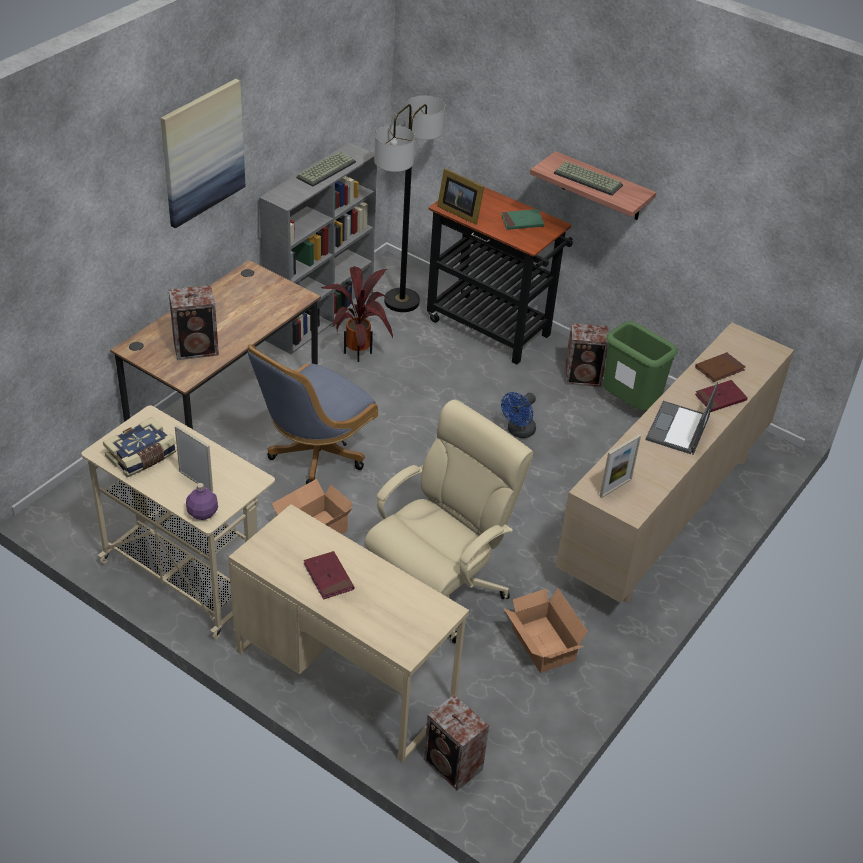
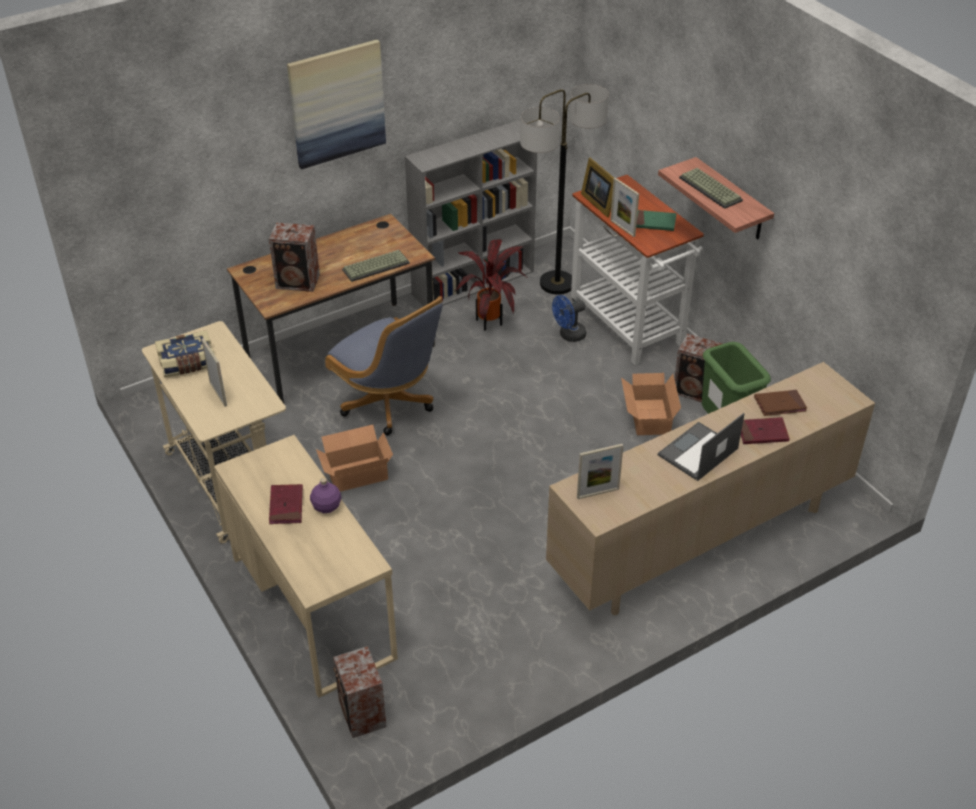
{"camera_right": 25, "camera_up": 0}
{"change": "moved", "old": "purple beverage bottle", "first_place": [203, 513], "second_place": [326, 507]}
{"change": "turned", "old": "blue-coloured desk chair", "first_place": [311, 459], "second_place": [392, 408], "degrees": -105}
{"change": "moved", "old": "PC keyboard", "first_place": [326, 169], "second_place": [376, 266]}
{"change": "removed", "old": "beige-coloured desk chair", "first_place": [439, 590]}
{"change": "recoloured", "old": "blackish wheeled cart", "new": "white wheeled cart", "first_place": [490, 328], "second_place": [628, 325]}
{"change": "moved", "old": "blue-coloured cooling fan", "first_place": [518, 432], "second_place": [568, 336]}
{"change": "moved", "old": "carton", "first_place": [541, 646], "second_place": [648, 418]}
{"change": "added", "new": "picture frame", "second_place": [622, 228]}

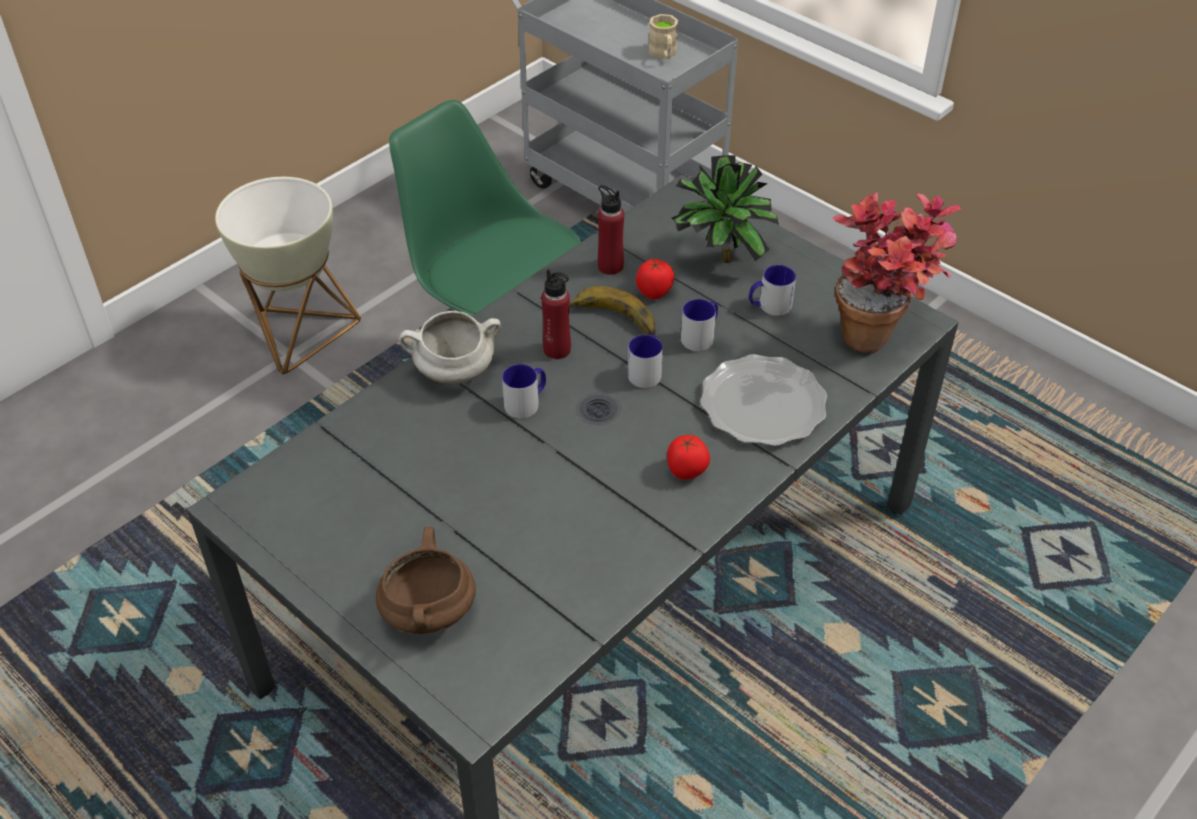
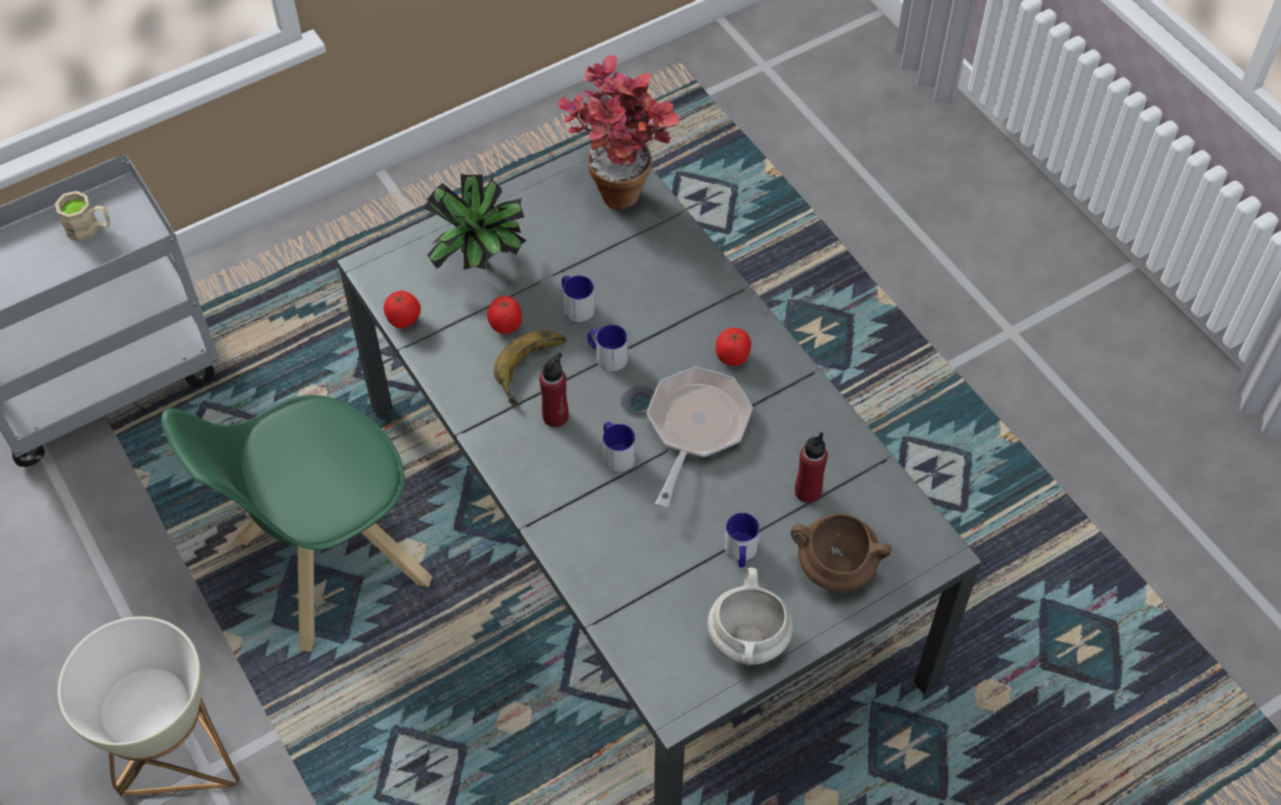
{"camera_right": -75, "camera_up": 10}
{"change": "moved", "old": "white cooking pot", "first_place": [453, 372], "second_place": [749, 640]}
{"change": "moved", "old": "reddish beverage bottle", "first_place": [610, 266], "second_place": [807, 491]}
{"change": "removed", "old": "dinner plate", "first_place": [762, 405]}
{"change": "moved", "old": "coffee mug", "first_place": [769, 306], "second_place": [740, 553]}
{"change": "added", "new": "tomato", "second_place": [404, 320]}
{"change": "added", "new": "pan", "second_place": [695, 428]}

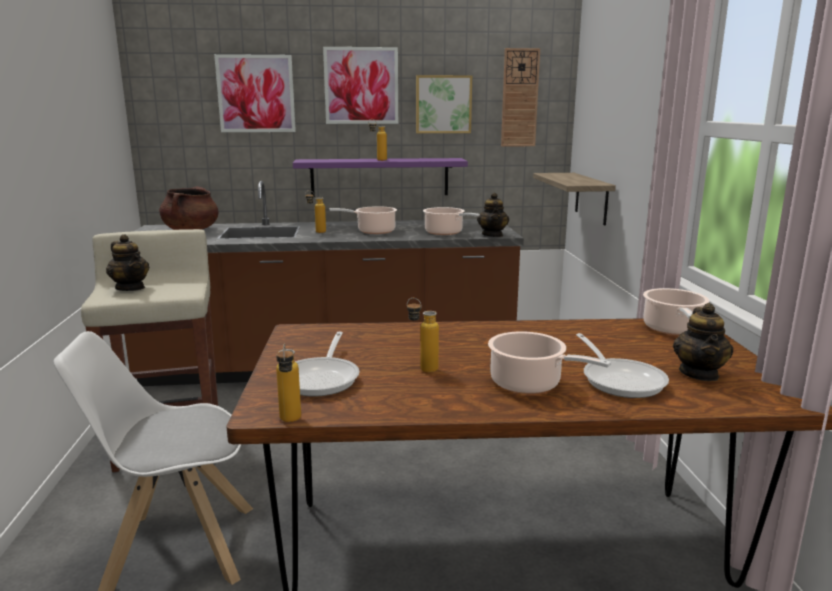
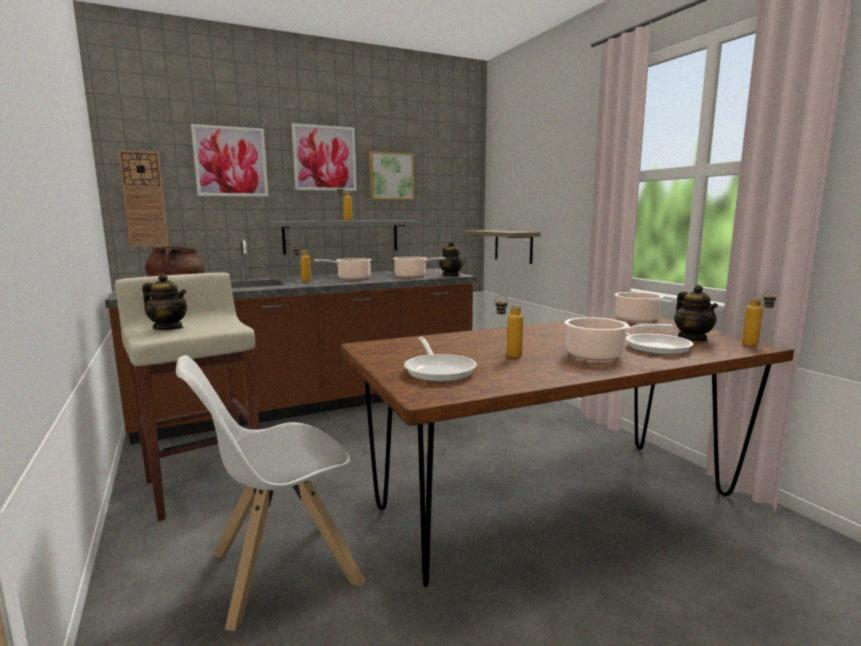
{"camera_right": -20, "camera_up": -5}
{"change": "moved", "old": "beverage bottle", "first_place": [290, 422], "second_place": [756, 346]}
{"change": "recoloured", "old": "purple wall shelf", "new": "grey wall shelf", "first_place": [380, 177], "second_place": [342, 236]}
{"change": "moved", "old": "hanging clock", "first_place": [519, 98], "second_place": [144, 199]}

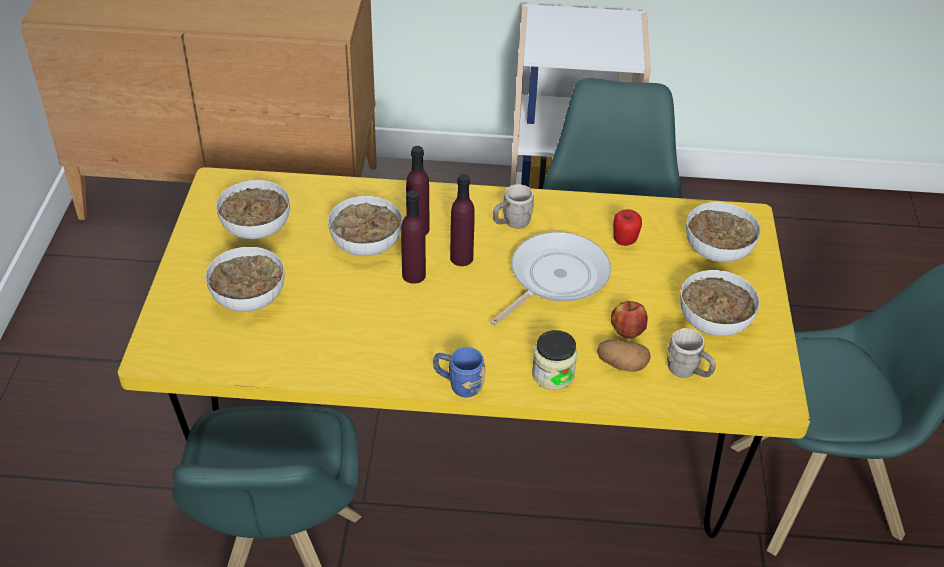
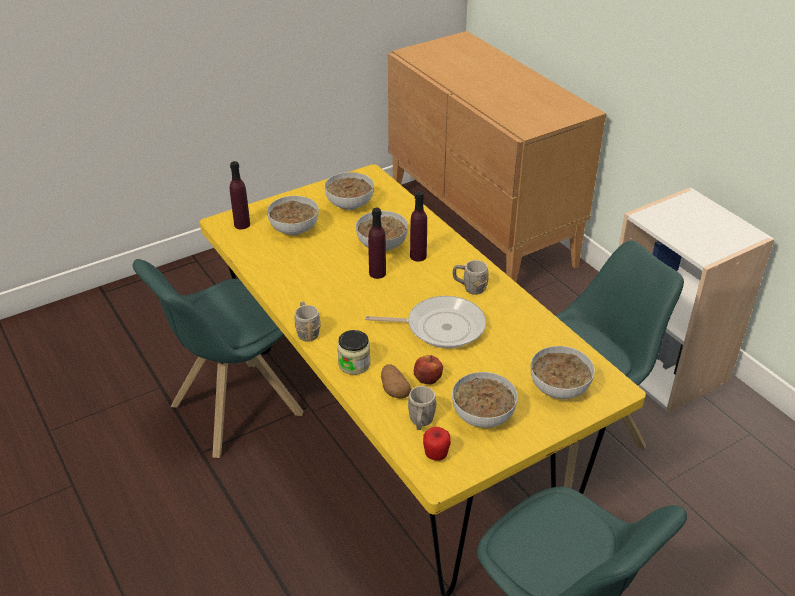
{"camera_right": 55, "camera_up": -5}
{"change": "recoloured", "old": "blue-coloured coffee mug", "new": "grey coffee mug", "first_place": [458, 384], "second_place": [307, 331]}
{"change": "moved", "old": "purple beverage bottle", "first_place": [461, 258], "second_place": [242, 224]}
{"change": "moved", "old": "apple", "first_place": [624, 241], "second_place": [436, 455]}

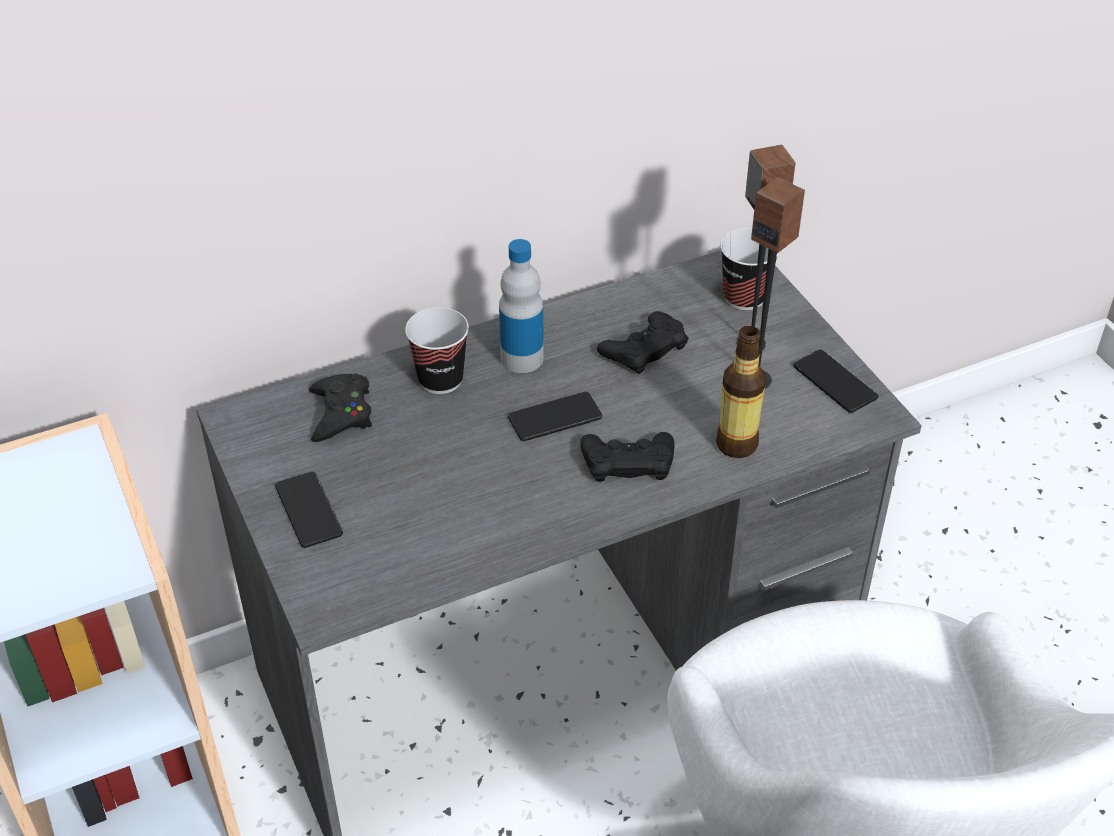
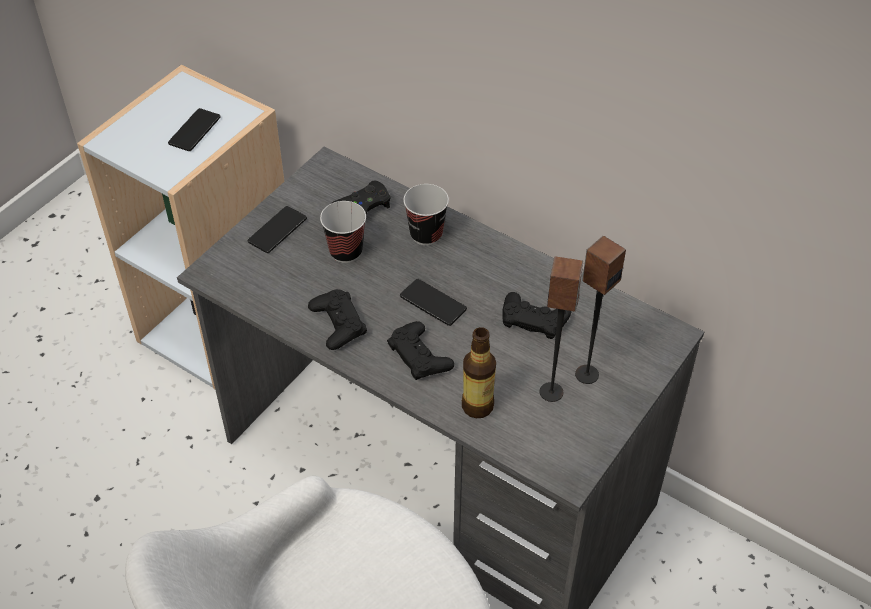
{"camera_right": 60, "camera_up": 5}
{"change": "removed", "old": "beverage bottle", "first_place": [522, 358]}
{"change": "moved", "old": "drinking cup", "first_place": [744, 297], "second_place": [346, 252]}
{"change": "moved", "old": "phone", "first_place": [835, 382], "second_place": [194, 130]}
{"change": "added", "new": "blackish game controller", "second_place": [338, 323]}

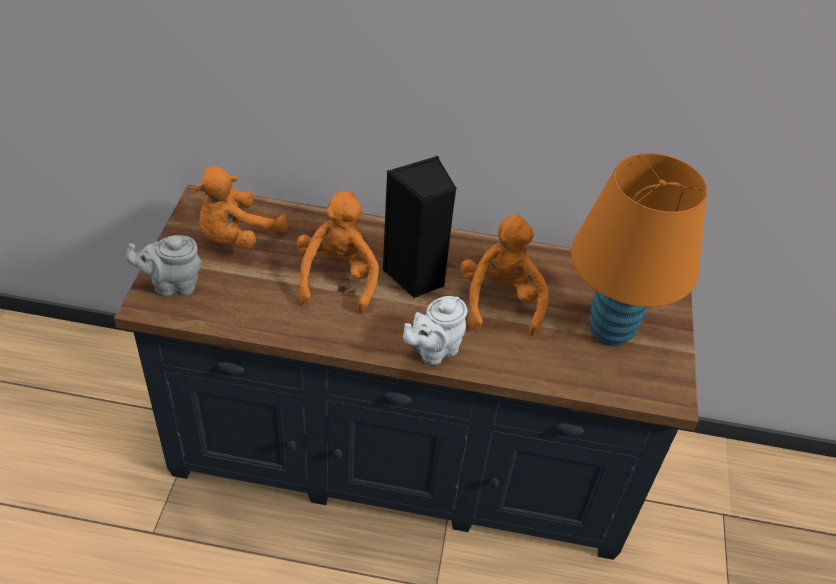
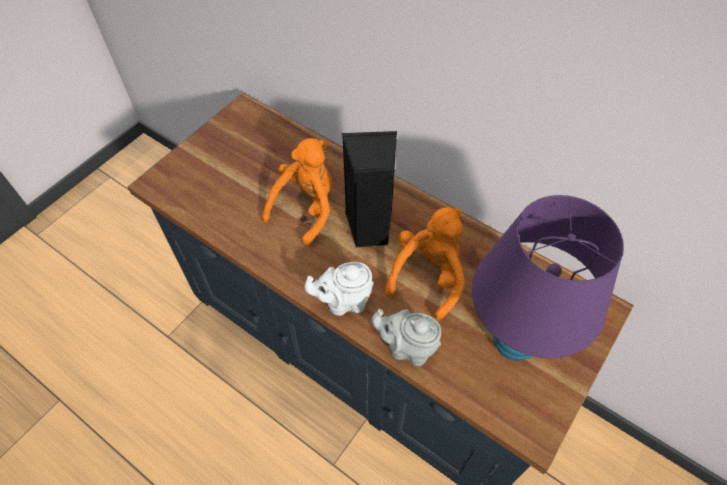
{"camera_right": 30, "camera_up": 10}
{"change": "moved", "old": "grey teapot", "first_place": [172, 285], "second_place": [407, 348]}
{"change": "removed", "old": "orangey plush toy", "first_place": [237, 237]}
{"change": "recoloured", "old": "orangey table lamp", "new": "purple table lamp", "first_place": [611, 330], "second_place": [514, 342]}

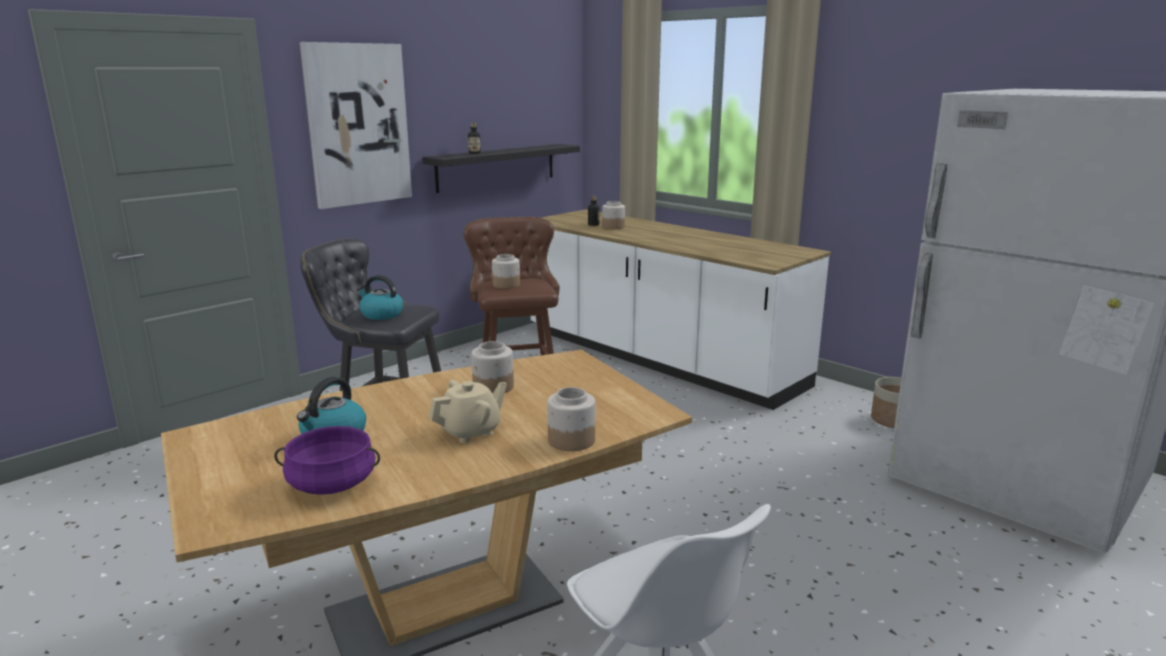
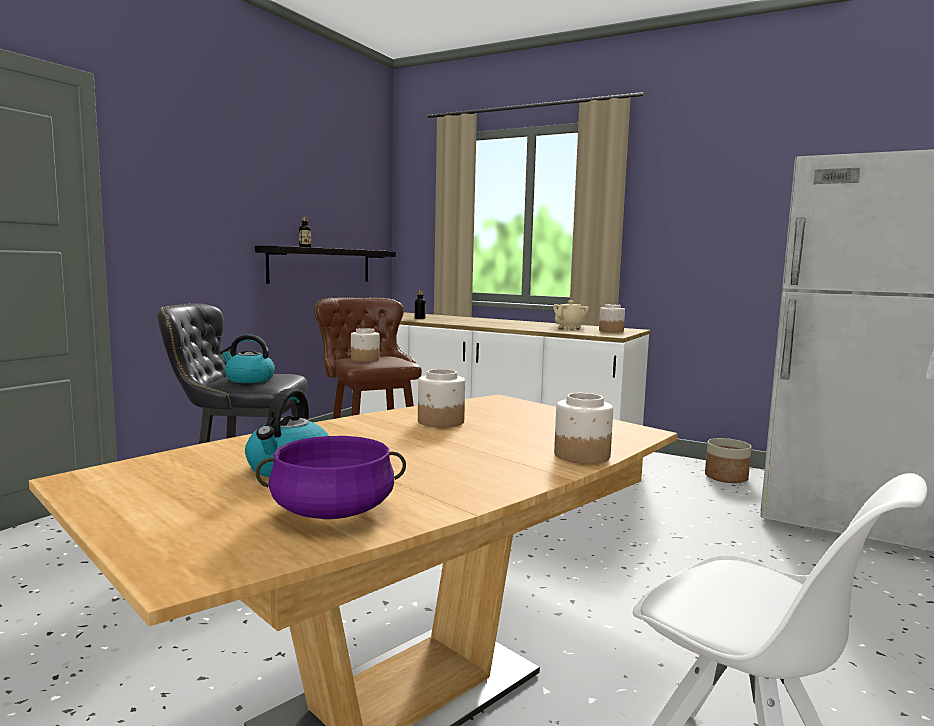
{"camera_right": -15, "camera_up": -10}
{"change": "removed", "old": "wall art", "first_place": [358, 125]}
{"change": "moved", "old": "beige-coloured teapot", "first_place": [471, 432], "second_place": [569, 327]}
{"change": "moved", "old": "storage jar", "first_place": [613, 227], "second_place": [610, 331]}

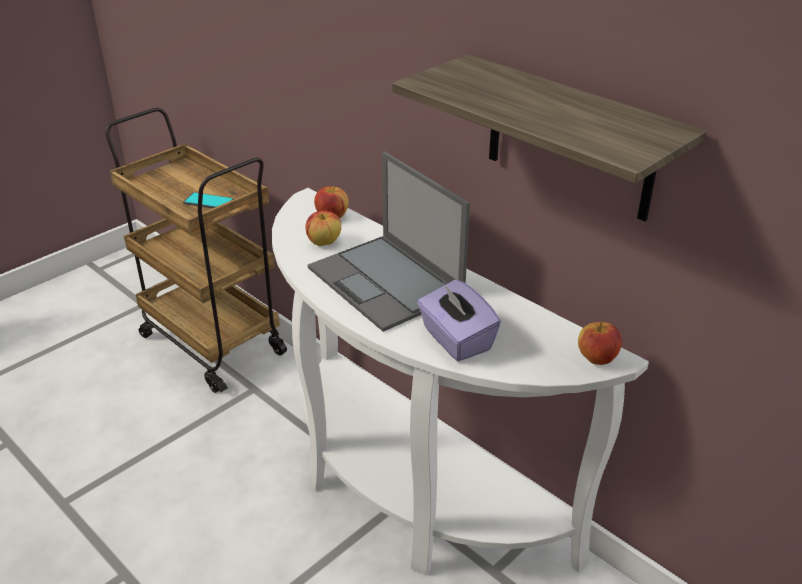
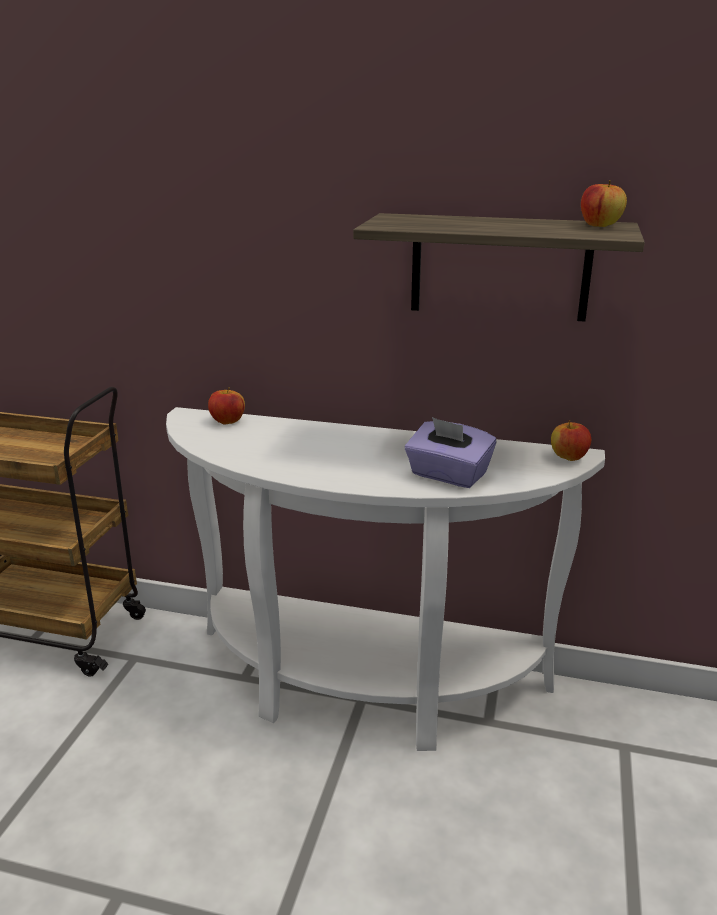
{"camera_right": -30, "camera_up": -10}
{"change": "removed", "old": "phone", "first_place": [208, 202]}
{"change": "moved", "old": "apple", "first_place": [324, 242], "second_place": [600, 226]}
{"change": "removed", "old": "portable computer", "first_place": [386, 282]}

